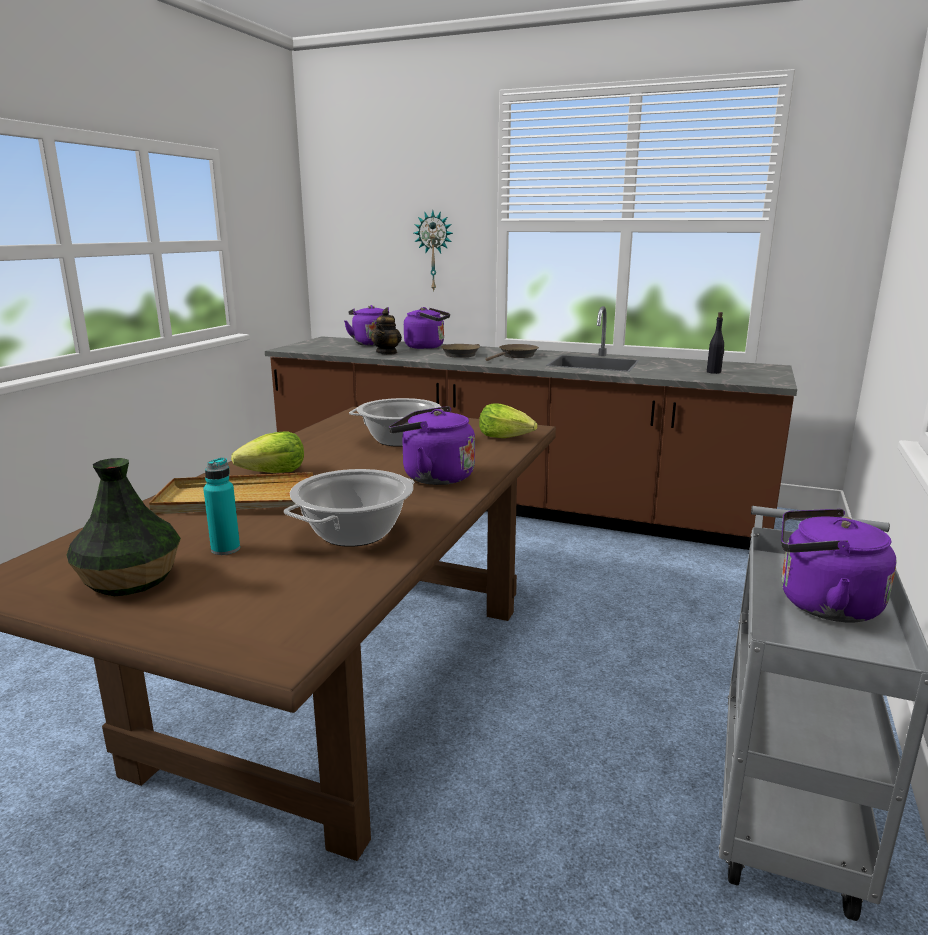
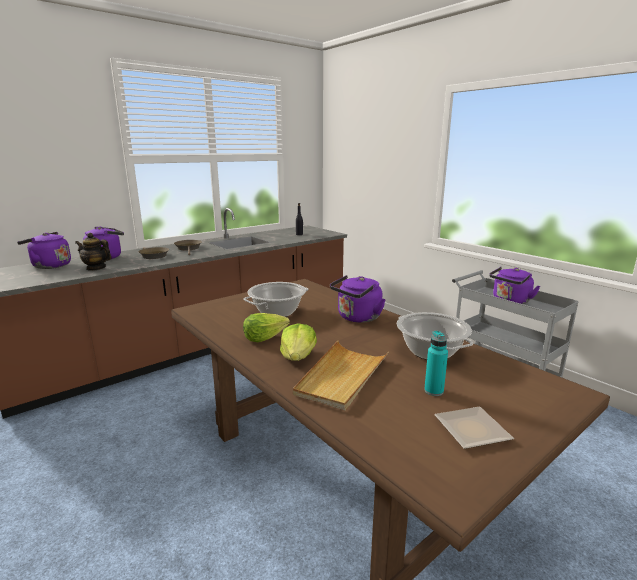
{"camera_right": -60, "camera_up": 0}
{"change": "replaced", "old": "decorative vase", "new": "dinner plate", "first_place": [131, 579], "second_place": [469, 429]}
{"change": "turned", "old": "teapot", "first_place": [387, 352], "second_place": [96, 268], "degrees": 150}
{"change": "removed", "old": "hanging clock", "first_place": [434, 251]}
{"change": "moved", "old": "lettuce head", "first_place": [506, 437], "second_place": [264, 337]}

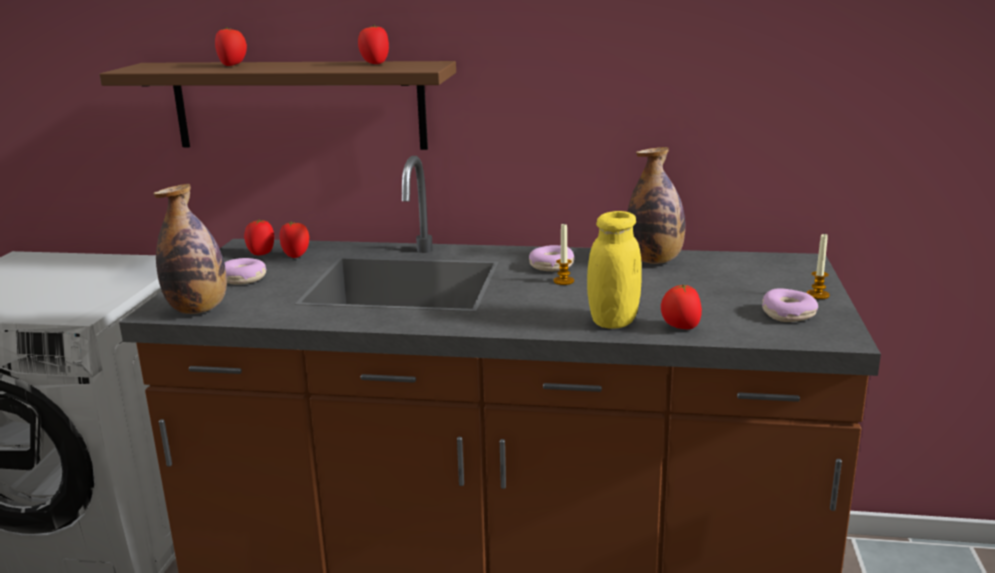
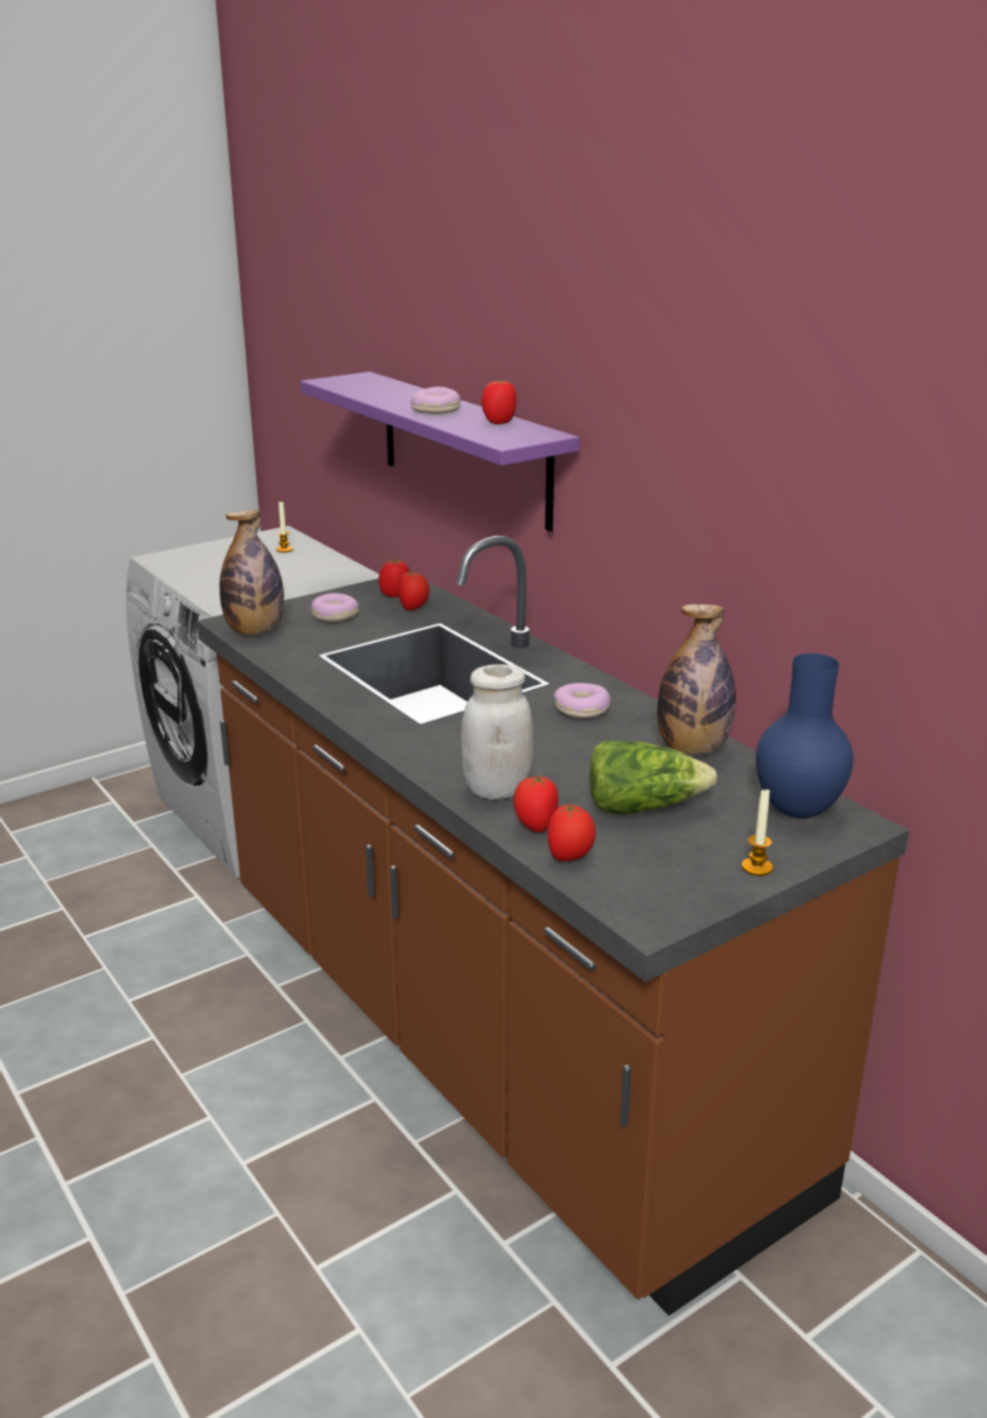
{"camera_right": 45, "camera_up": 5}
{"change": "recoloured", "old": "brownish wall shelf", "new": "purple wall shelf", "first_place": [298, 105], "second_place": [464, 448]}
{"change": "moved", "old": "tomato", "first_place": [233, 65], "second_place": [570, 857]}
{"change": "moved", "old": "wax light", "first_place": [563, 281], "second_place": [284, 549]}
{"change": "recoloured", "old": "yellow-coloured storage jar", "new": "white storage jar", "first_place": [613, 321], "second_place": [497, 789]}
{"change": "moved", "old": "doughnut", "first_place": [788, 314], "second_place": [437, 410]}
{"change": "added", "new": "lettuce head", "second_place": [643, 807]}
{"change": "added", "new": "blue-coloured decorative vase", "second_place": [795, 812]}

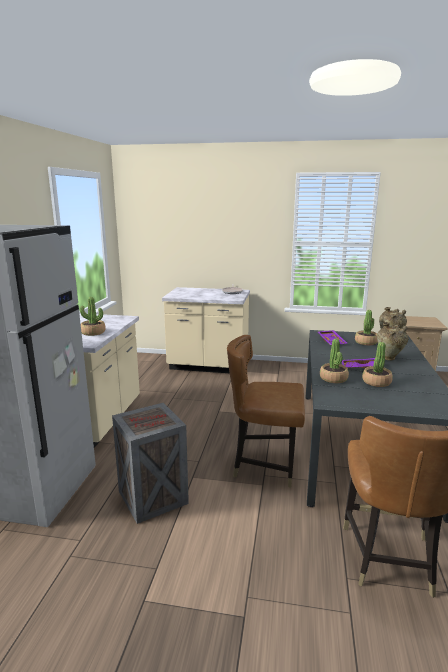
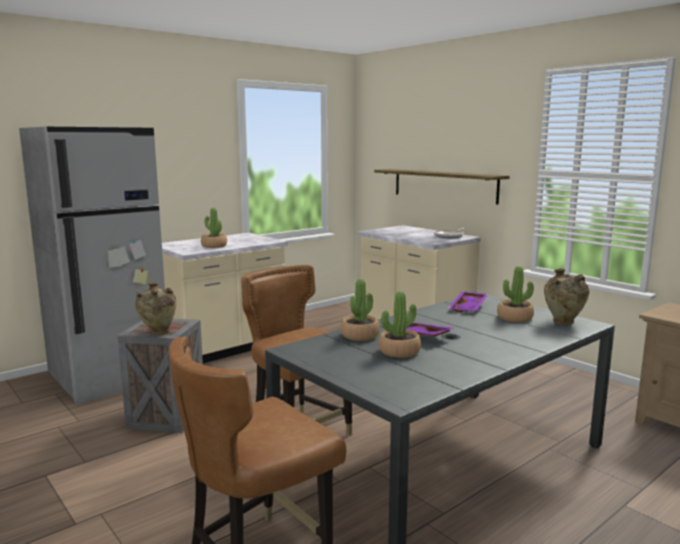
{"camera_right": 40, "camera_up": -5}
{"change": "moved", "old": "beige-coloured decorative vase", "first_place": [389, 359], "second_place": [158, 333]}
{"change": "added", "new": "wall shelf", "second_place": [443, 185]}

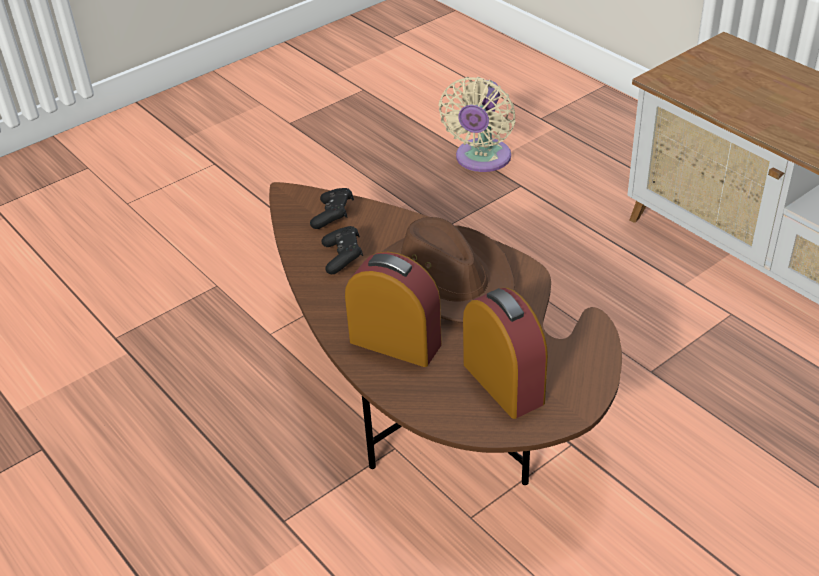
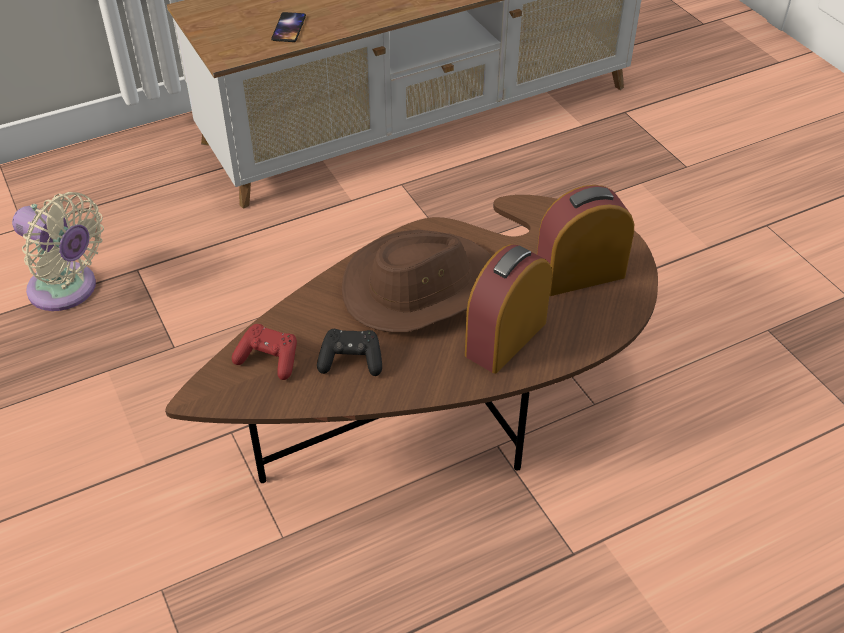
{"camera_right": -80, "camera_up": 5}
{"change": "recoloured", "old": "blackish game controller", "new": "reddish game controller", "first_place": [333, 216], "second_place": [269, 359]}
{"change": "added", "new": "phone", "second_place": [289, 28]}

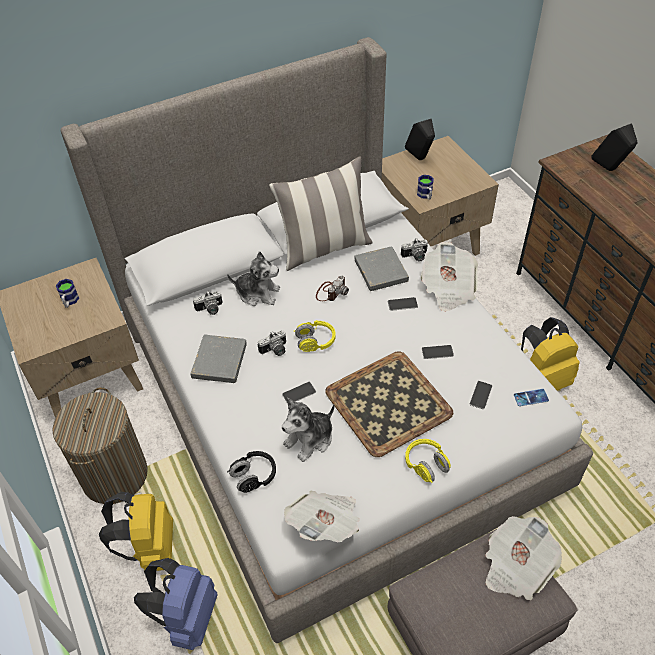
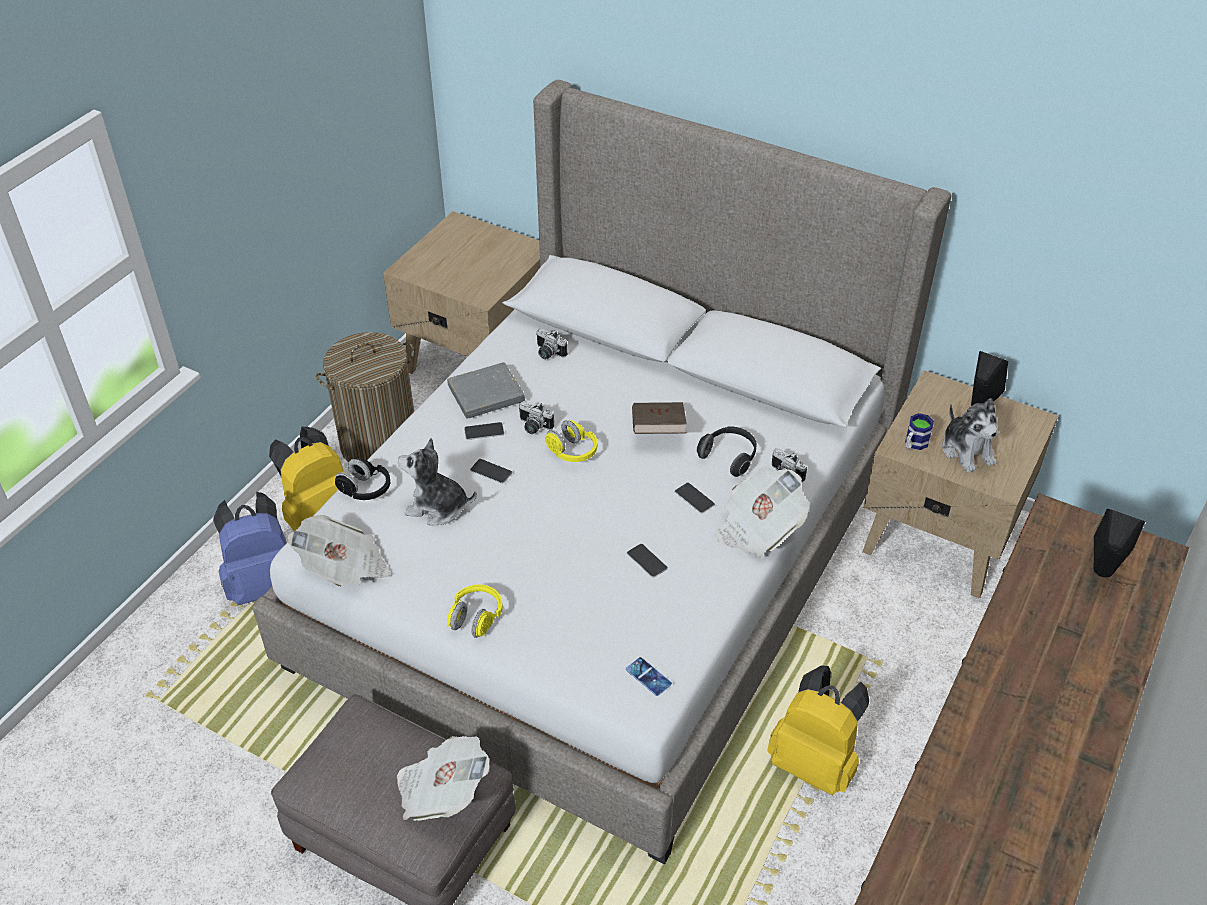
{"camera_right": 55, "camera_up": -5}
{"change": "removed", "old": "coffee mug", "first_place": [69, 301]}
{"change": "moved", "old": "plush toy", "first_place": [258, 293], "second_place": [967, 451]}
{"change": "removed", "old": "throw pillow", "first_place": [324, 247]}
{"change": "replaced", "old": "still camera", "new": "brownish volume", "first_place": [331, 292], "second_place": [658, 430]}
{"change": "removed", "old": "carrying tray", "first_place": [388, 404]}
{"change": "replaced", "old": "grey volume", "new": "headset", "first_place": [381, 271], "second_place": [729, 457]}
{"change": "moved", "old": "phone", "first_place": [481, 395], "second_place": [484, 431]}

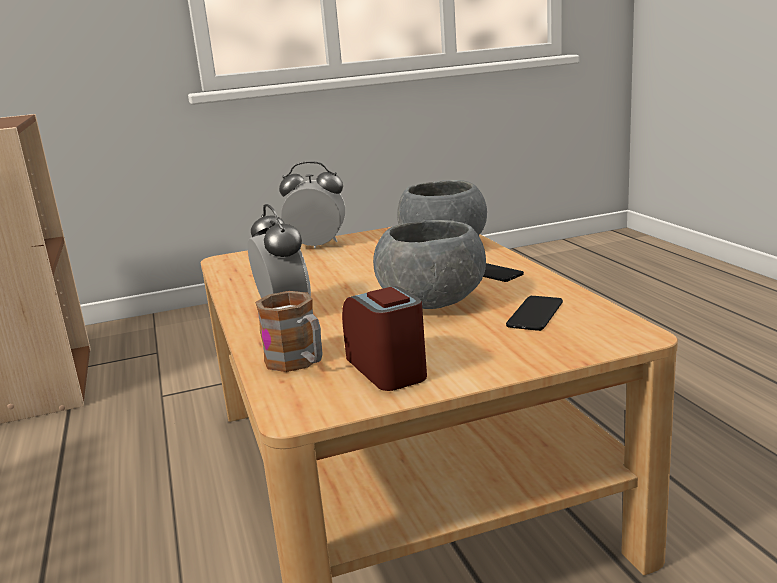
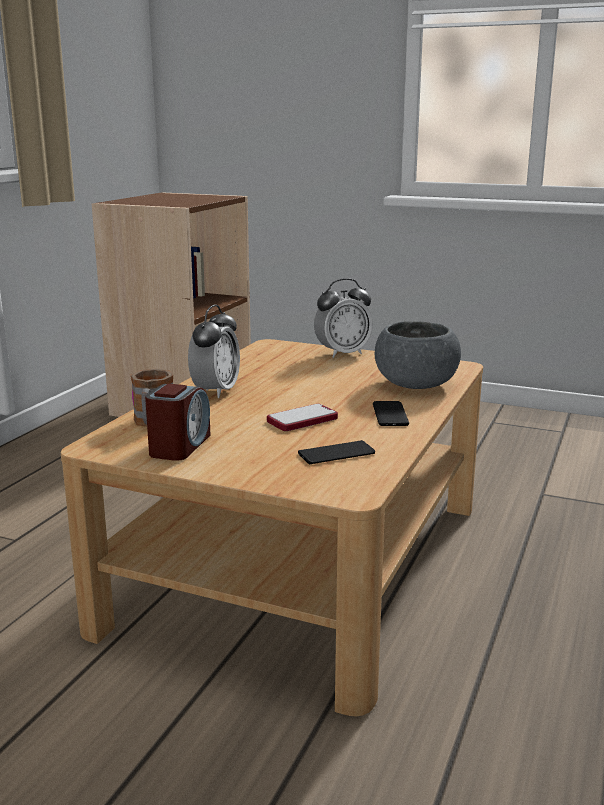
{"camera_right": 40, "camera_up": 0}
{"change": "turned", "old": "alarm clock", "first_place": [317, 245], "second_place": [342, 353], "degrees": 105}
{"change": "replaced", "old": "grey deep dish", "new": "phone", "first_place": [432, 302], "second_place": [302, 420]}

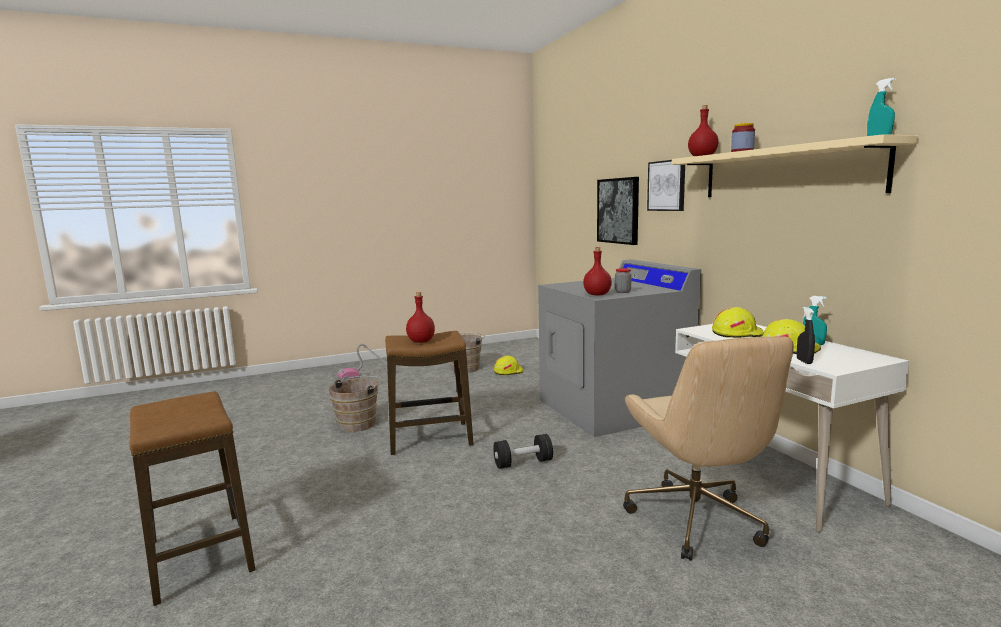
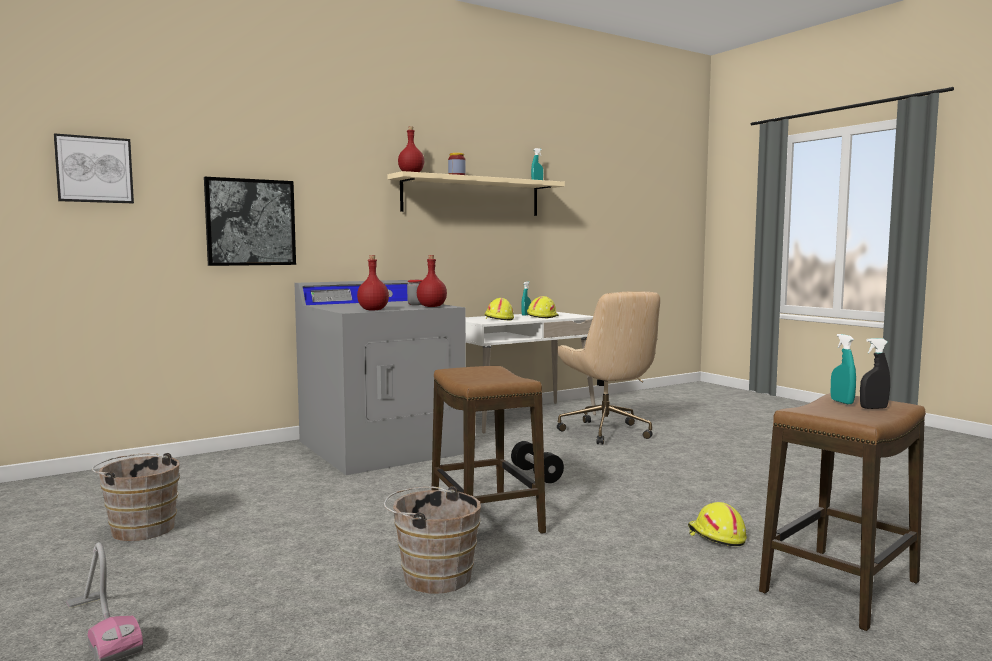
{"camera_right": -100, "camera_up": -5}
{"change": "moved", "old": "reddish beverage bottle", "first_place": [421, 341], "second_place": [373, 310]}
{"change": "moved", "old": "yellow-coloured safety helmet", "first_place": [508, 371], "second_place": [716, 537]}
{"change": "turned", "old": "beige-coloured desk chair", "first_place": [696, 524], "second_place": [606, 433], "degrees": 90}
{"change": "moved", "old": "wall art", "first_place": [667, 185], "second_place": [94, 169]}
{"change": "moved", "old": "blackish spray bottle", "first_place": [804, 361], "second_place": [873, 408]}
{"change": "added", "new": "turquoise-coloured spray bottle", "second_place": [842, 402]}

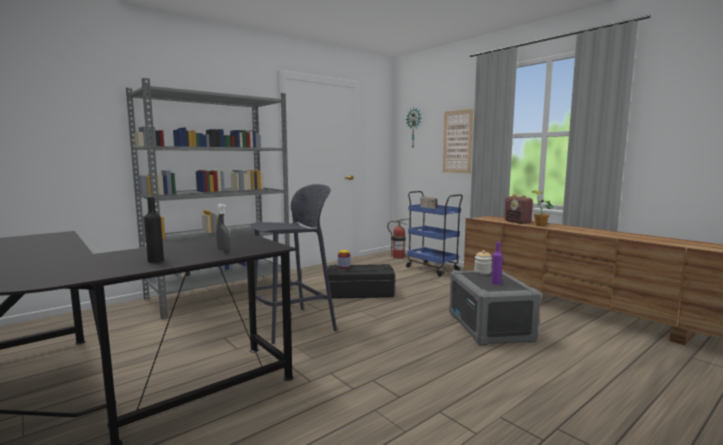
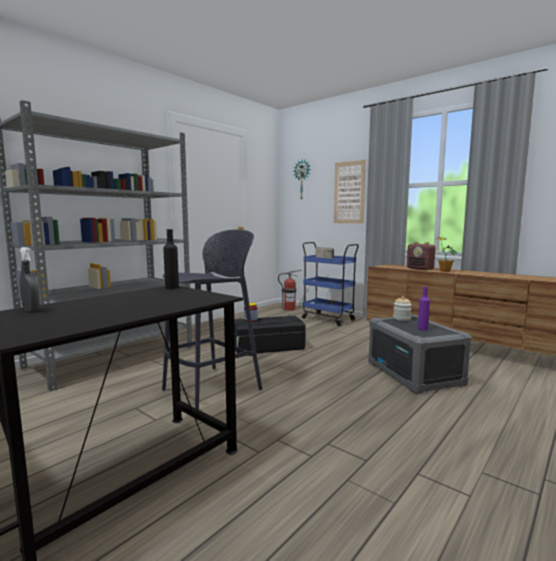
{"camera_right": -10, "camera_up": 0}
{"change": "moved", "old": "blackish beverage bottle", "first_place": [155, 260], "second_place": [172, 287]}
{"change": "moved", "old": "grey spray bottle", "first_place": [223, 250], "second_place": [31, 310]}

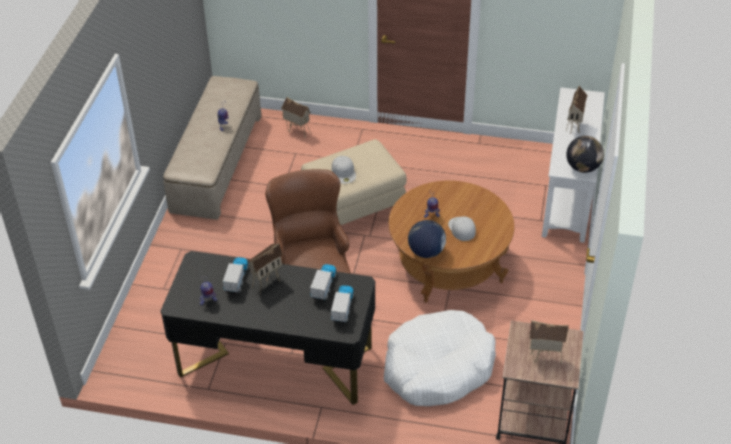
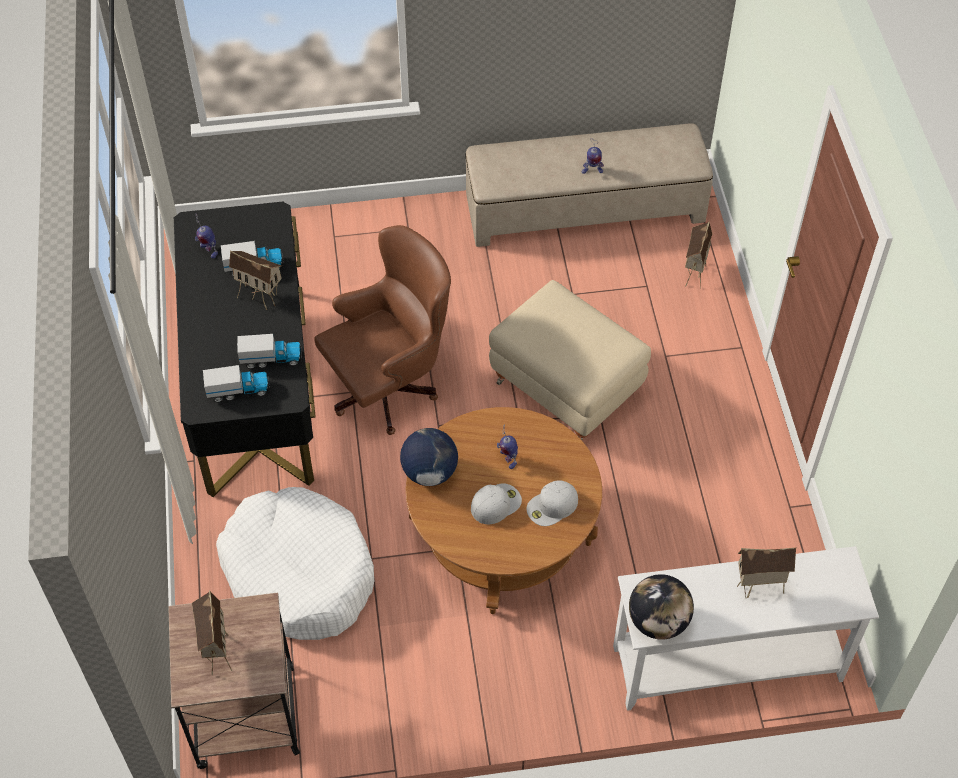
{"camera_right": 70, "camera_up": 10}
{"change": "moved", "old": "white peaked cap", "first_place": [344, 172], "second_place": [552, 506]}

